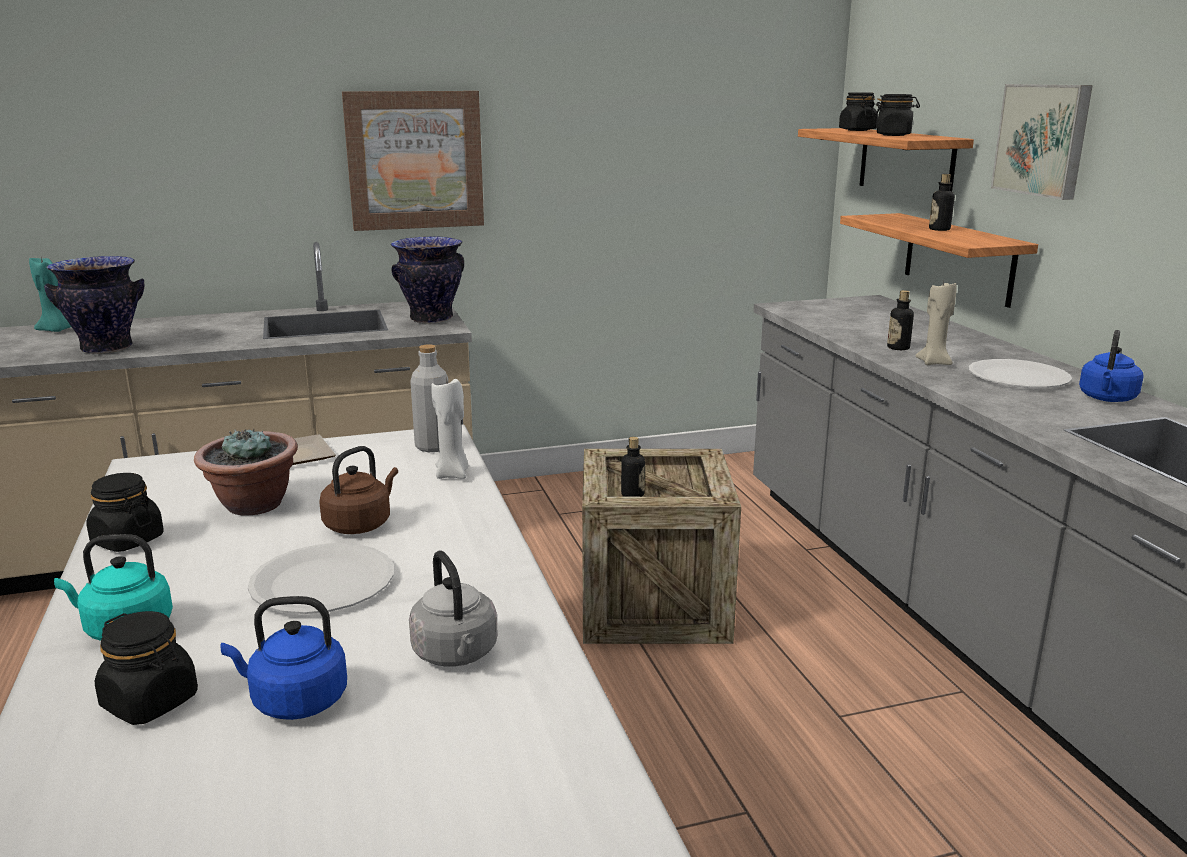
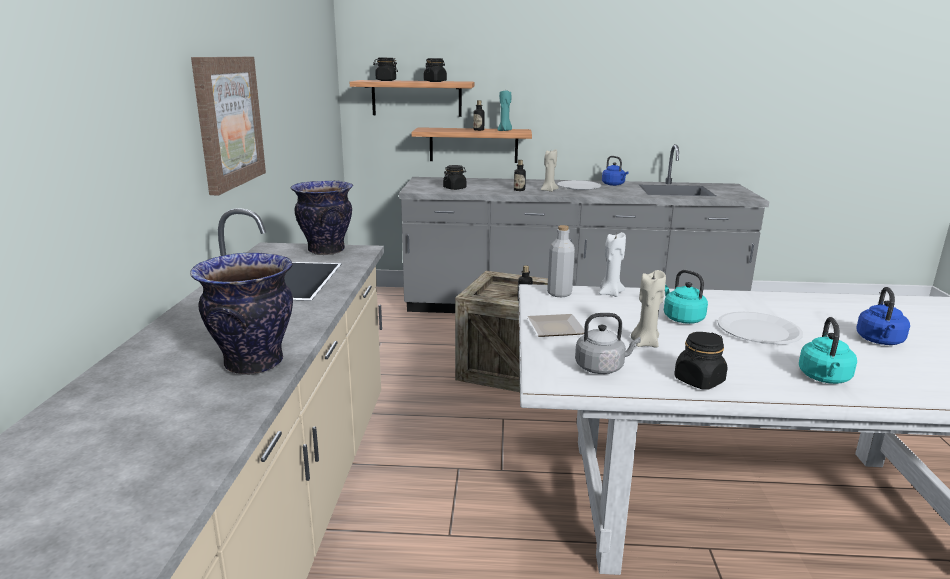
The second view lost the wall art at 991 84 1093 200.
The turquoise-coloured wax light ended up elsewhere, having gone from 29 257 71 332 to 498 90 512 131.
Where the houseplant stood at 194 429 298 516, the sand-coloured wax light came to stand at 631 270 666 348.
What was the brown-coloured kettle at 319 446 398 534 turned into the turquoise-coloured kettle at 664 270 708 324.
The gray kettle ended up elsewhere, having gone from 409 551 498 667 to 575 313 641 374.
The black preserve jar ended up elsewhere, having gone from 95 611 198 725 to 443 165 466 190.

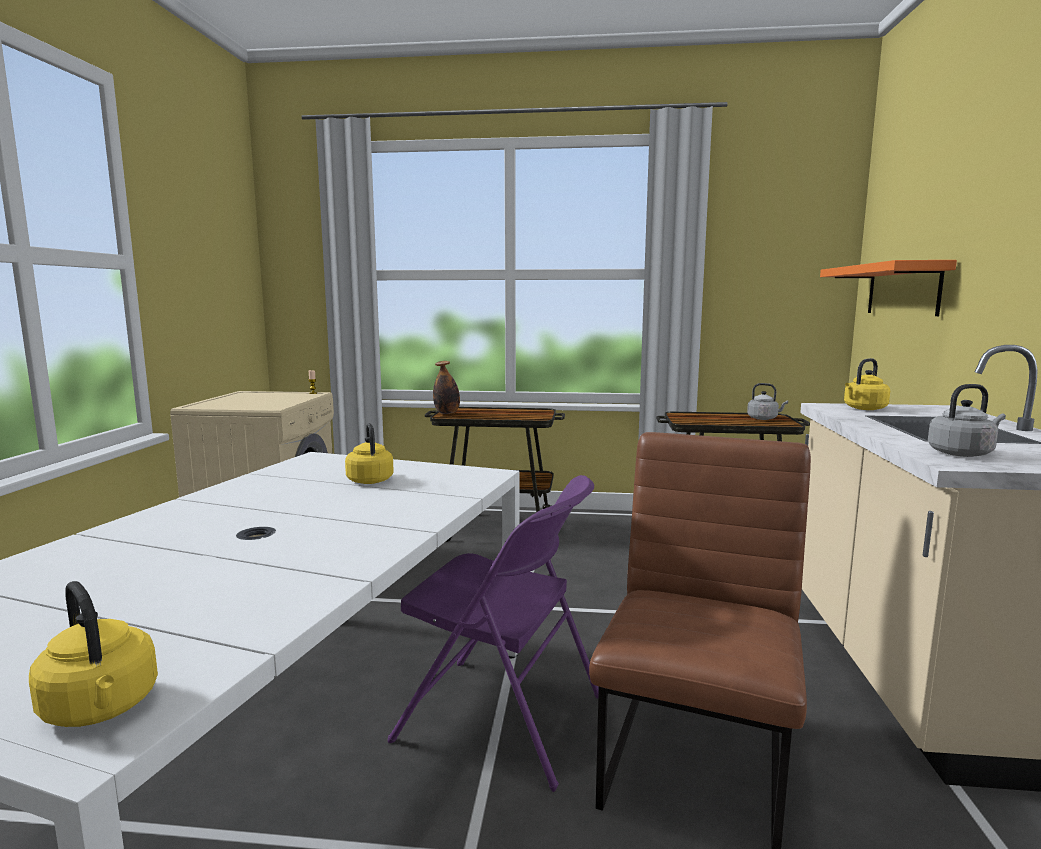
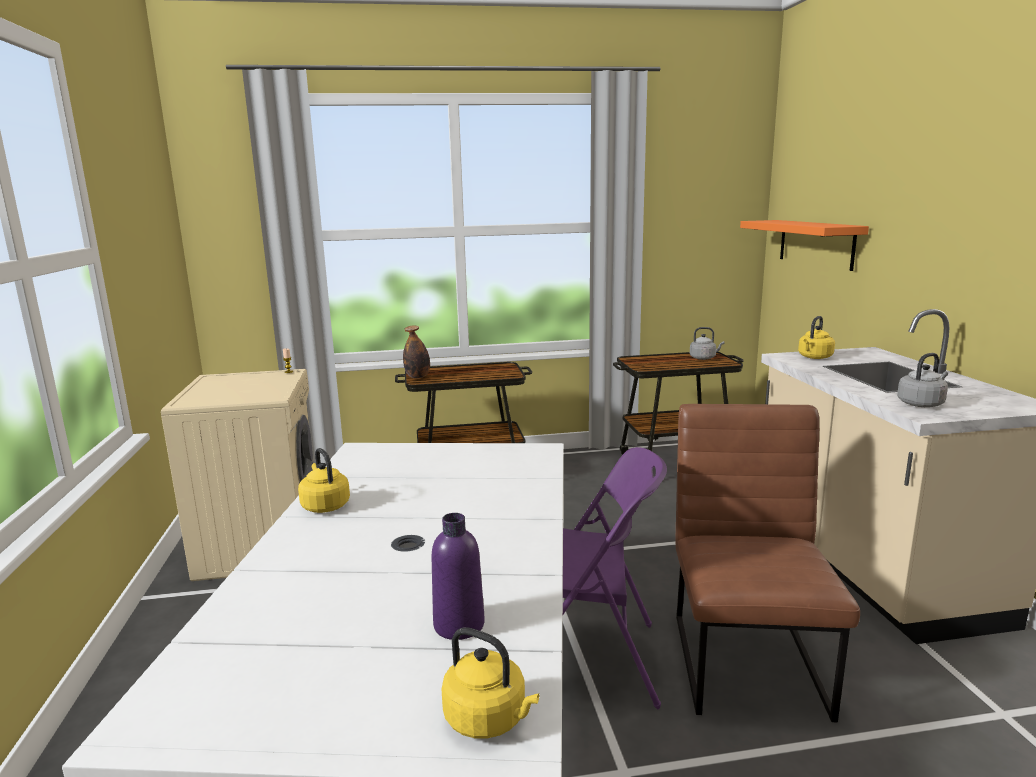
The yellowish kettle ended up elsewhere, having gone from 345 423 394 484 to 298 448 350 513.
The second view gained the purple-coloured beverage bottle at 431 513 485 640.

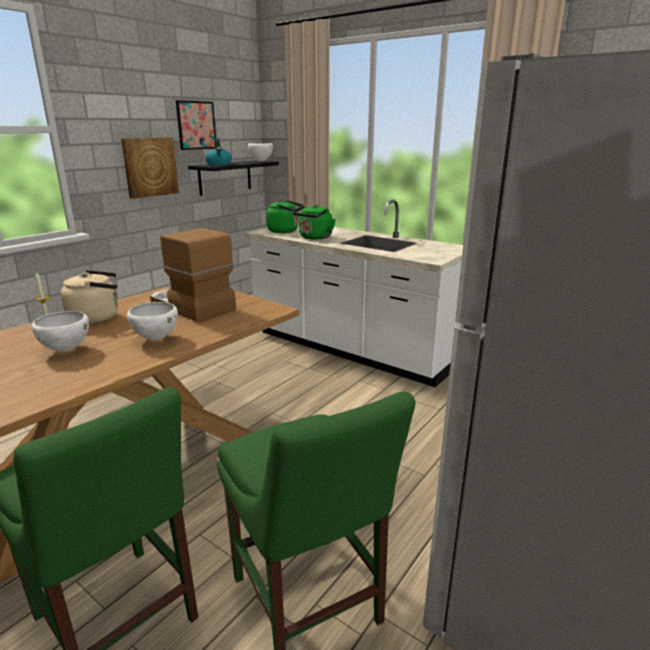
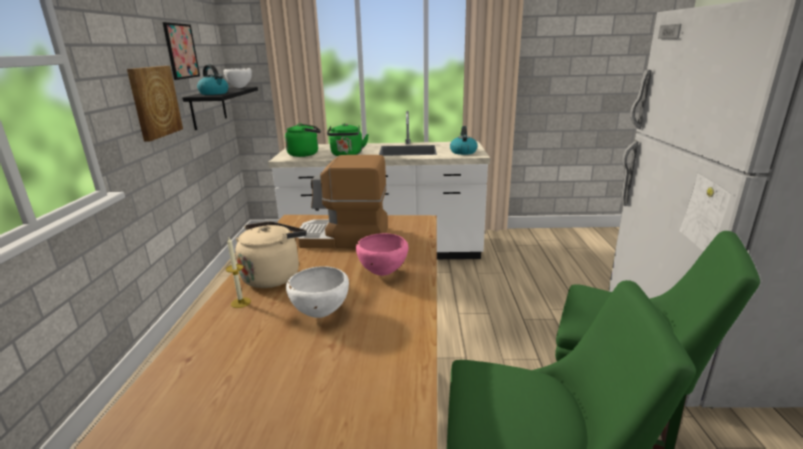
What was the white-coloured bowl at 127 302 178 341 turned into the pink-coloured bowl at 356 233 408 276.
The second view gained the kettle at 450 126 478 155.

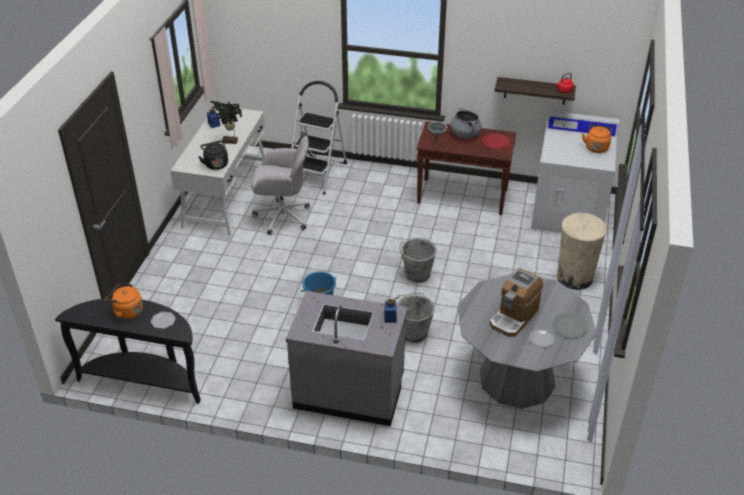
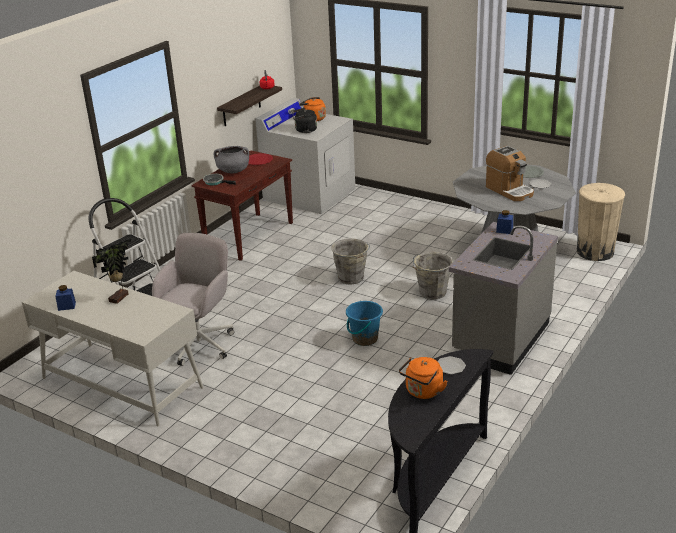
The black kettle ended up elsewhere, having gone from 198 140 228 170 to 292 108 317 133.
The sand-coloured rubbish bin ended up elsewhere, having gone from 557 213 607 290 to 577 183 625 261.

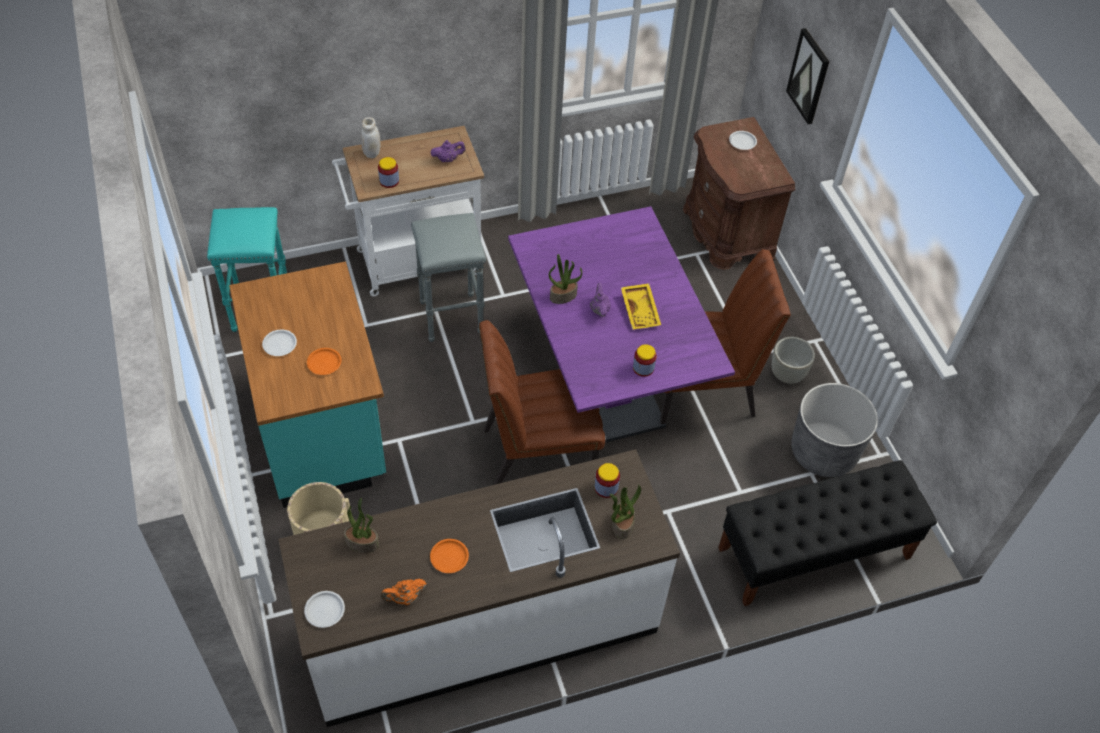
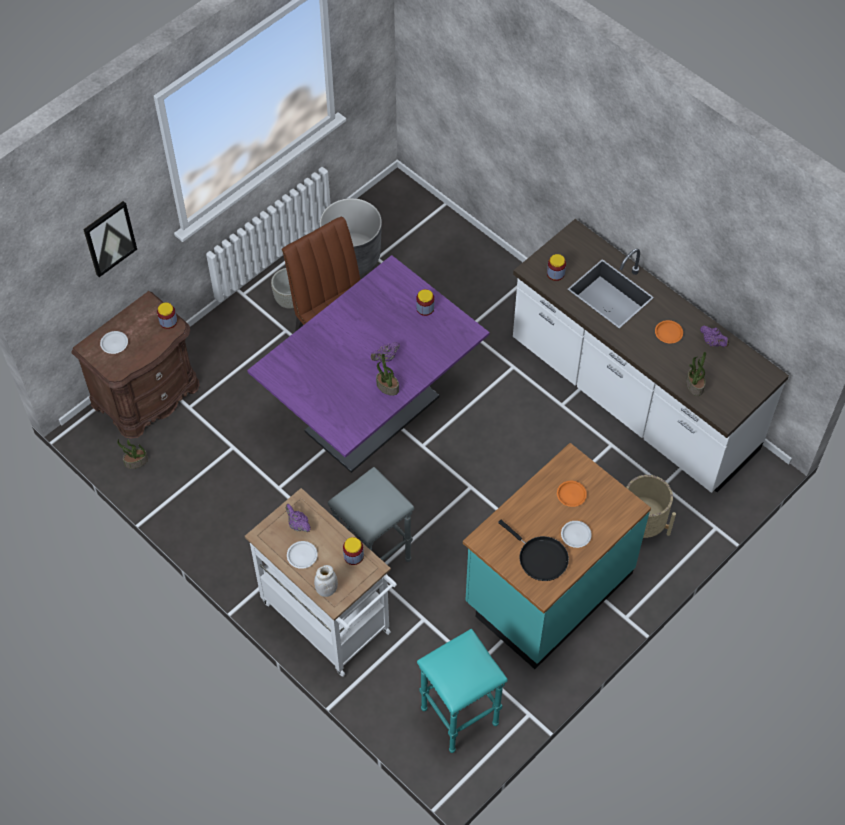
The second view lost the yellowish tray at 621 283 661 330.
The second view lost the brown-coloured plain chair at 479 320 605 485.
The second view lost the black long seat at 718 460 937 606.
The houseplant ended up elsewhere, having gone from 610 485 641 539 to 117 439 148 469.
What was the orange tea pot at 381 579 426 605 turned into the purple-coloured tea pot at 700 325 729 347.
The white-coloured dinner plate ended up elsewhere, having gone from 304 591 345 628 to 287 541 318 569.
The second view gained the preserve jar at 157 302 177 329.
The second view gained the black pan at 498 520 569 581.

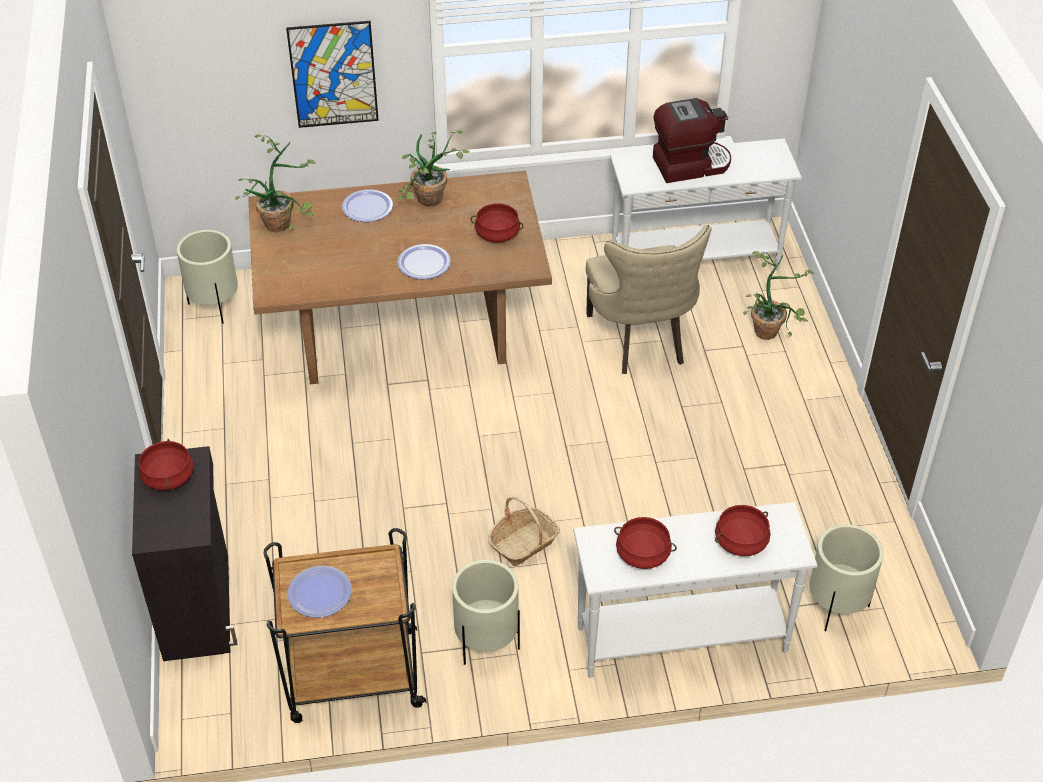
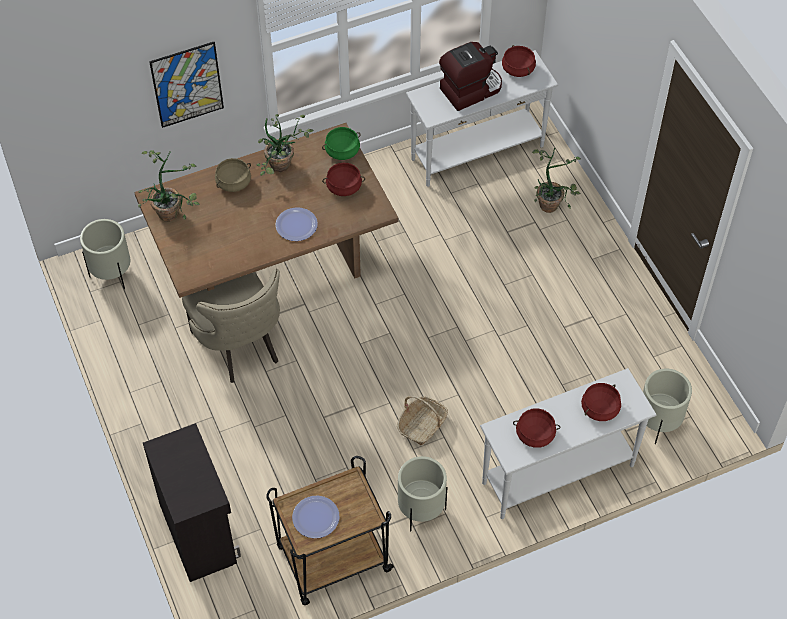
Where the dinner plate stood at 342 189 393 222, the sand-coloured stockpot came to stand at 215 158 251 192.
The sand-coloured plain chair ended up elsewhere, having gone from 586 225 712 374 to 182 269 280 383.
The red stockpot ended up elsewhere, having gone from 139 439 194 491 to 502 45 536 77.
The second view gained the green-coloured stockpot at 322 127 361 160.

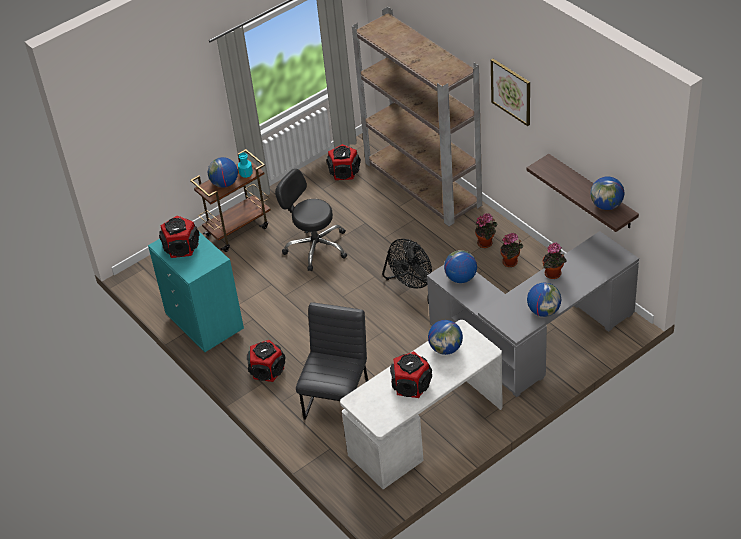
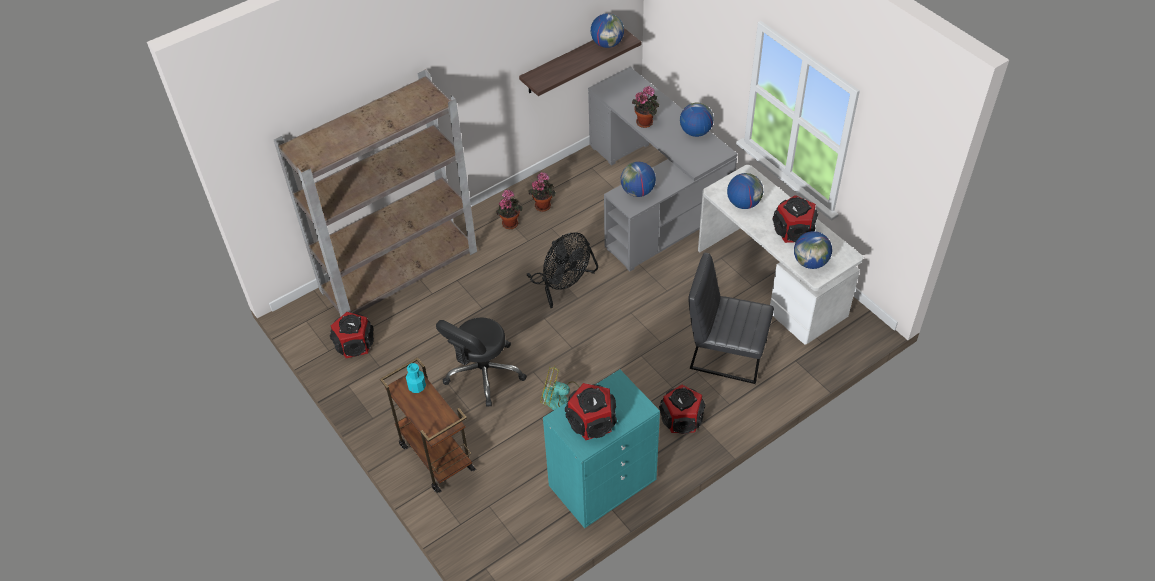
The second view lost the wall art at 491 59 530 126.
The desk globe ended up elsewhere, having gone from 208 157 238 188 to 794 231 832 269.
The second view gained the cooling fan at 540 367 579 410.

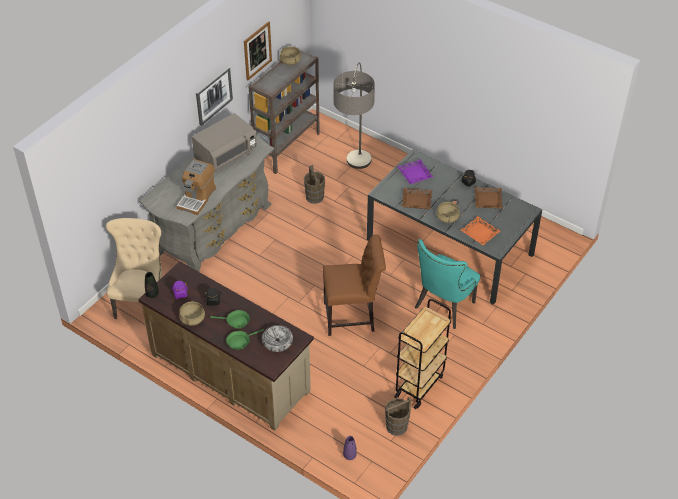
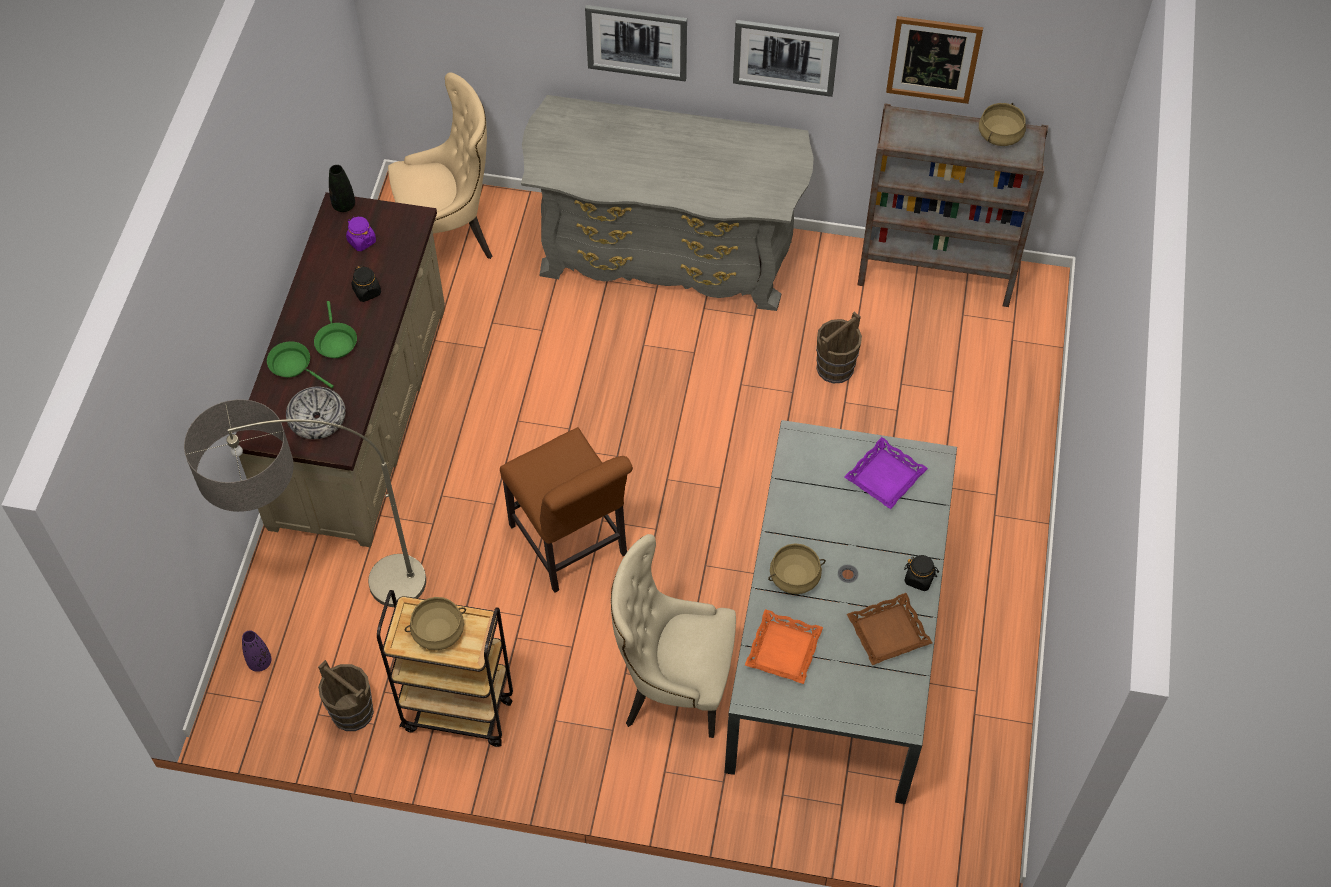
The standard lamp ended up elsewhere, having gone from 333 62 375 169 to 184 399 426 607.
The second view lost the gray microwave at 192 113 257 171.
The second view lost the coffee brewer at 177 159 216 215.
The second view lost the brown-coloured tray at 402 188 432 209.
What was the turquoise-coloured plain chair at 415 239 480 329 turned into the sand-coloured plain chair at 611 534 736 738.
The sand-coloured stockpot ended up elsewhere, having gone from 179 300 205 326 to 405 597 466 650.
The second view gained the wall art at 585 5 687 82.

